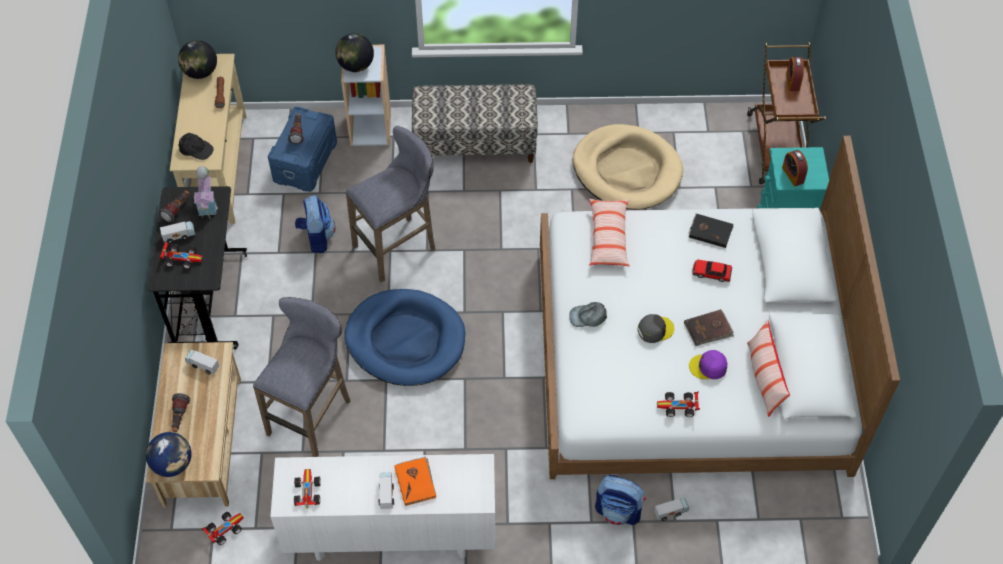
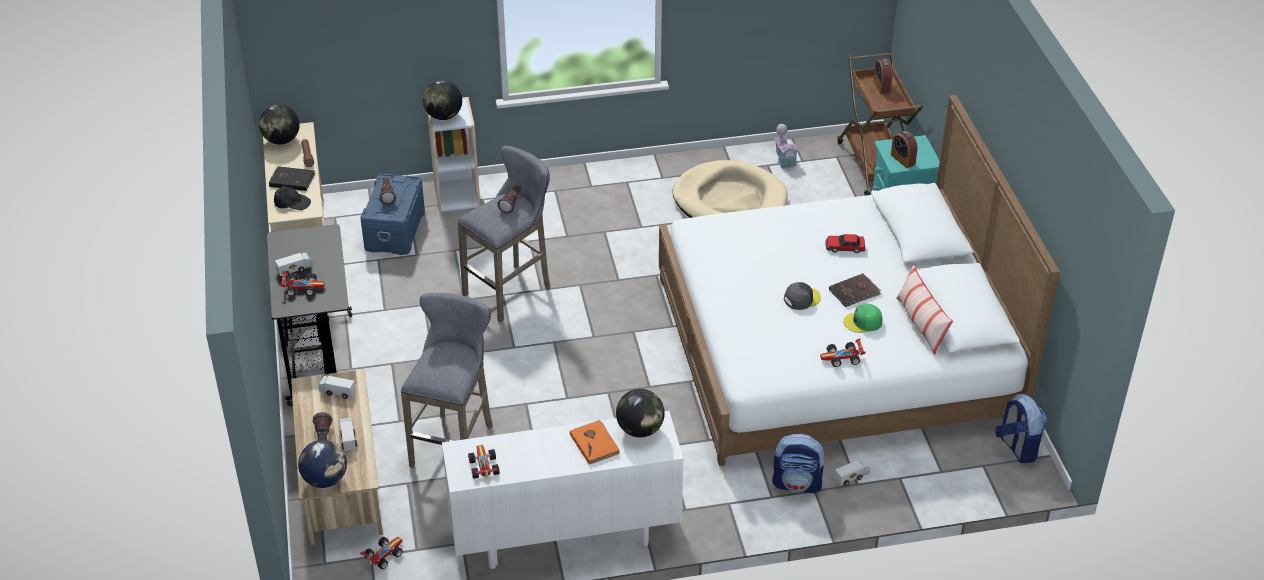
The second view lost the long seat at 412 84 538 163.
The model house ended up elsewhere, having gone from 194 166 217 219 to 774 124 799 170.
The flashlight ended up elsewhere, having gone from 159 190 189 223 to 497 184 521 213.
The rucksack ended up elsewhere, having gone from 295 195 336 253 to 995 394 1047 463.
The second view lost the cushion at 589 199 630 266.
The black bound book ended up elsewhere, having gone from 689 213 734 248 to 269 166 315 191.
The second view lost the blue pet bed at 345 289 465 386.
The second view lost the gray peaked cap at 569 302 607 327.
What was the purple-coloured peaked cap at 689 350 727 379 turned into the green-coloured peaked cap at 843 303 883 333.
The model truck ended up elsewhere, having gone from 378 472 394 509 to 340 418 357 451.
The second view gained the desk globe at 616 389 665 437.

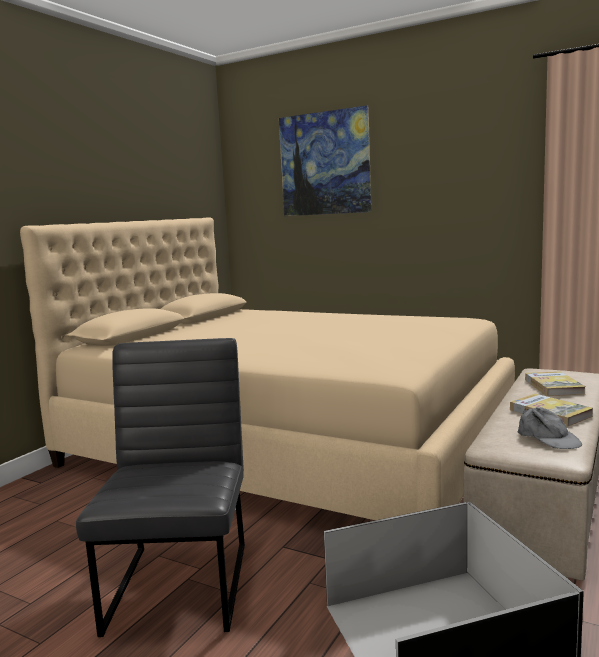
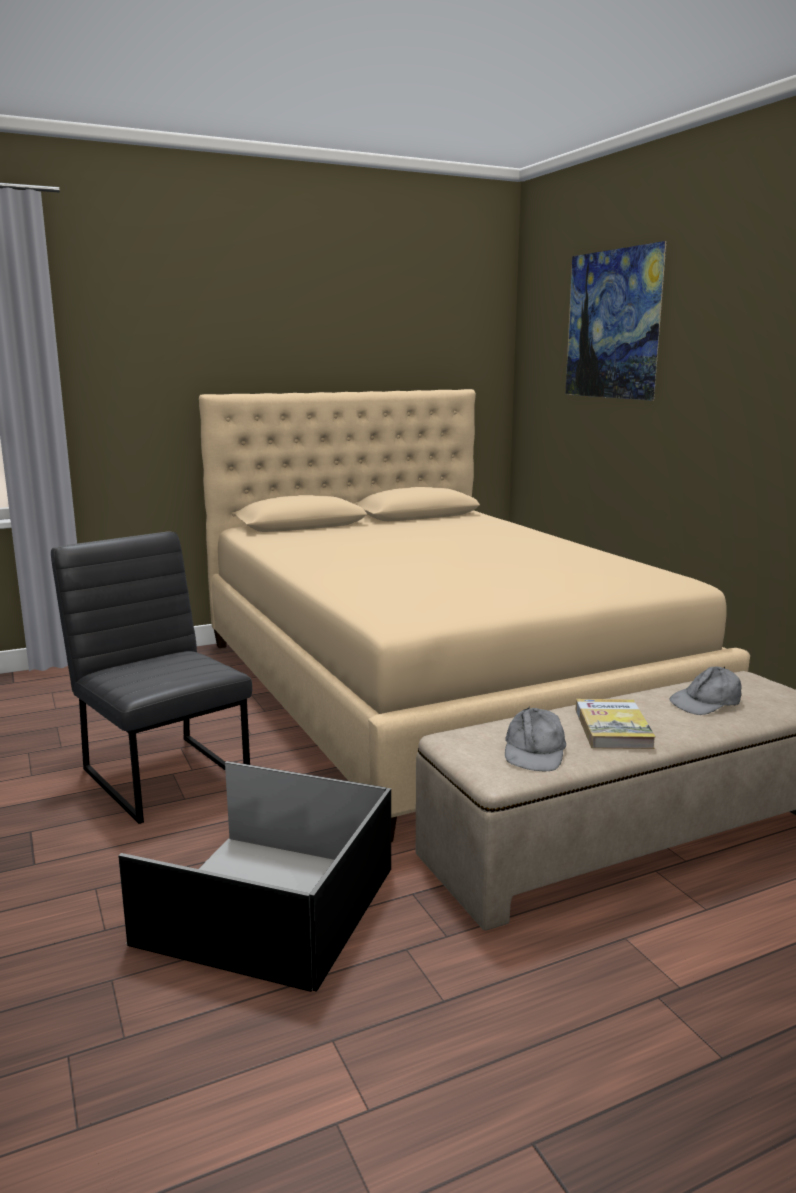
The gray plain chair at 76 338 245 637 ended up facing another way, 75 degrees counterclockwise from before.
Where the bound book stood at 525 371 586 396, the gray peaked cap came to stand at 669 667 741 715.

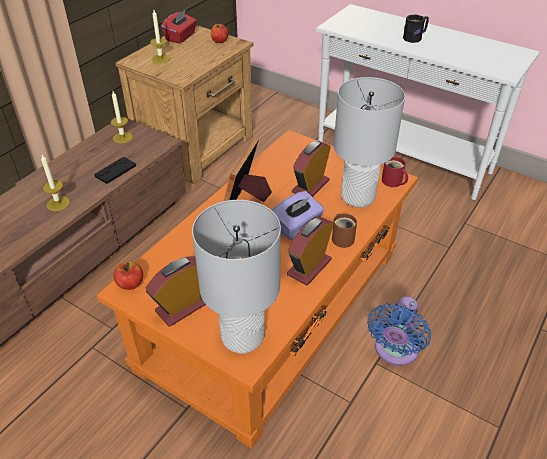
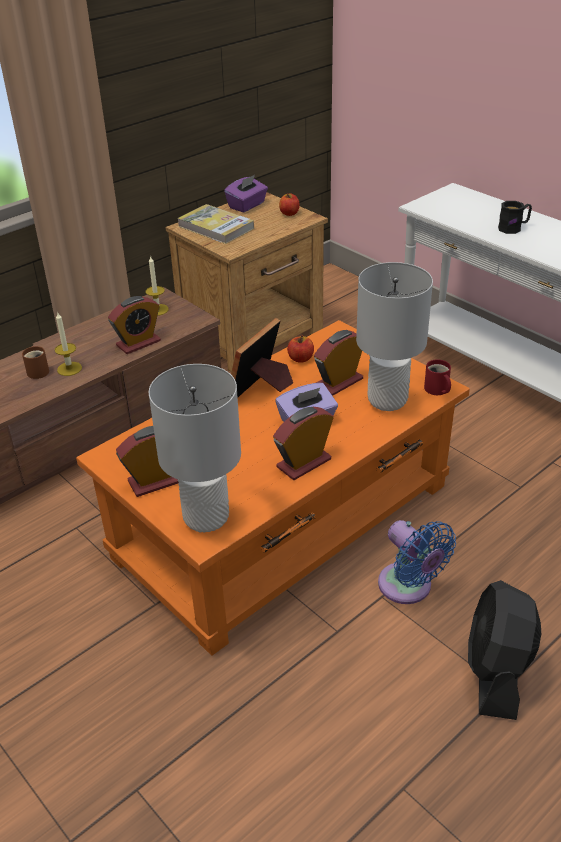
What was the red tissue holder at 161 9 197 44 turned into the purple-coloured tissue holder at 224 175 268 213.
Where the wax light stood at 150 10 170 64, the bound book came to stand at 177 204 254 244.
Where the black gamepad stood at 95 157 136 184, the table clock came to stand at 108 296 161 354.
The brown-coloured coffee mug ended up elsewhere, having gone from 332 213 357 248 to 22 346 49 379.
The apple fruit ended up elsewhere, having gone from 114 261 143 290 to 287 336 314 363.
The blue cooling fan at 367 296 431 366 ended up facing another way, 75 degrees counterclockwise from before.
The second view gained the black cooling fan at 468 580 541 720.

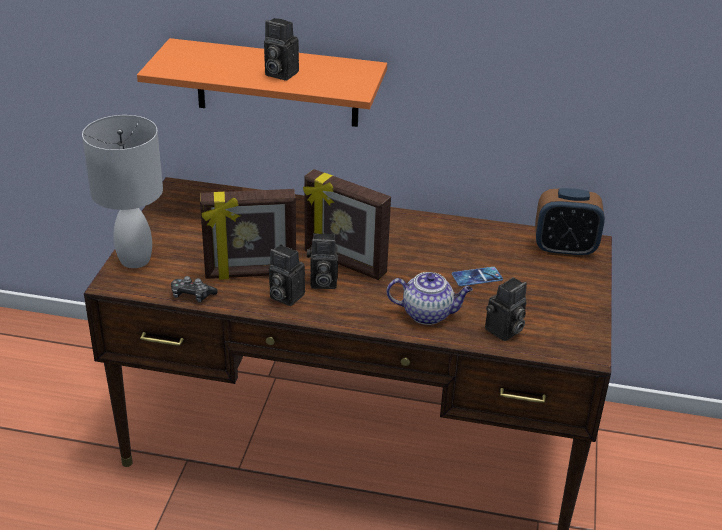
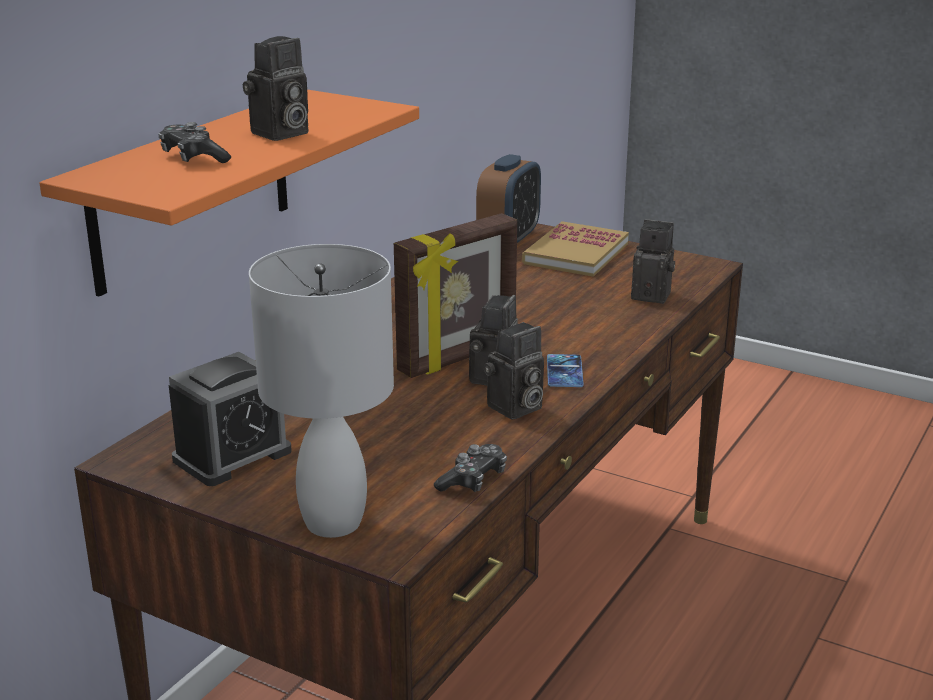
The second view lost the standing frame at 200 189 296 280.
The handset ended up elsewhere, having gone from 452 267 503 286 to 547 354 584 387.
The second view lost the tea pot at 387 272 473 325.
The still camera at 485 277 527 341 ended up facing another way, 45 degrees counterclockwise from before.
The second view gained the gamepad at 158 122 231 163.
The second view gained the bound book at 522 221 629 277.
The second view gained the table clock at 169 352 292 486.

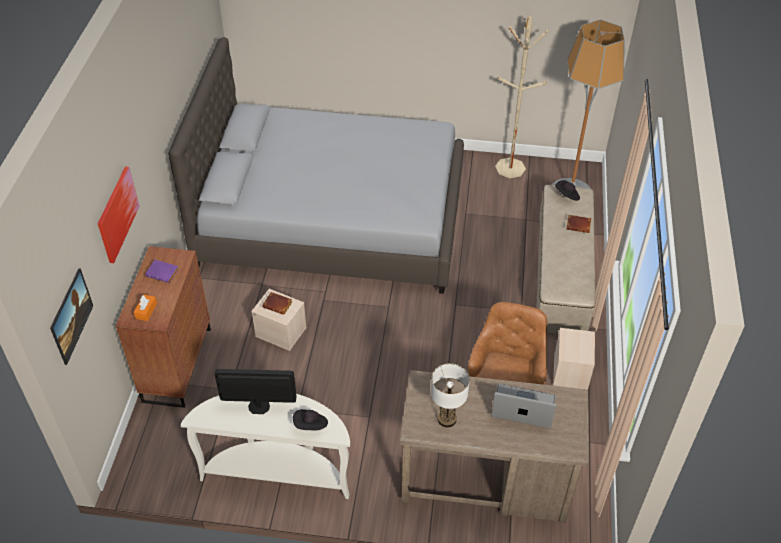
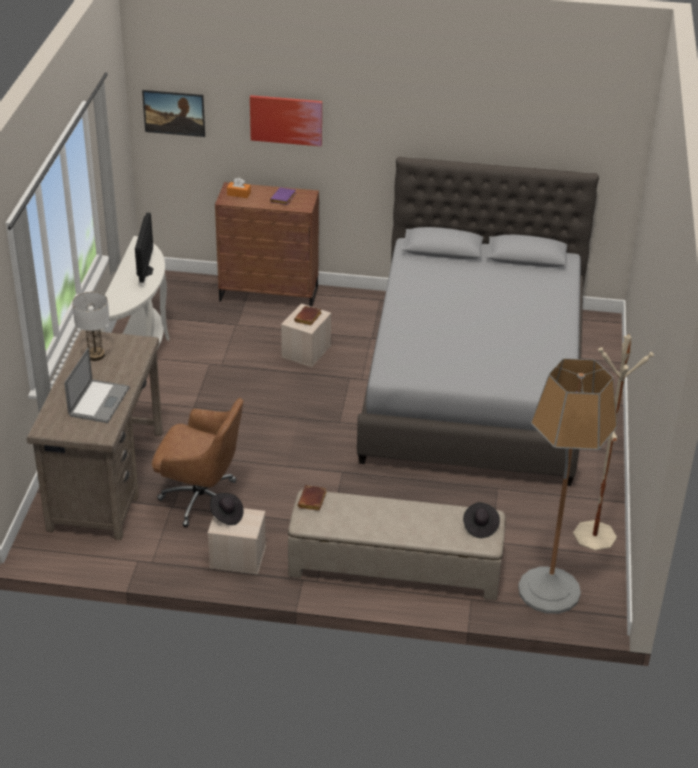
The brown-coloured bound book ended up elsewhere, having gone from 566 215 591 233 to 297 485 327 511.
The black wearable hat ended up elsewhere, having gone from 293 409 328 430 to 210 493 244 525.

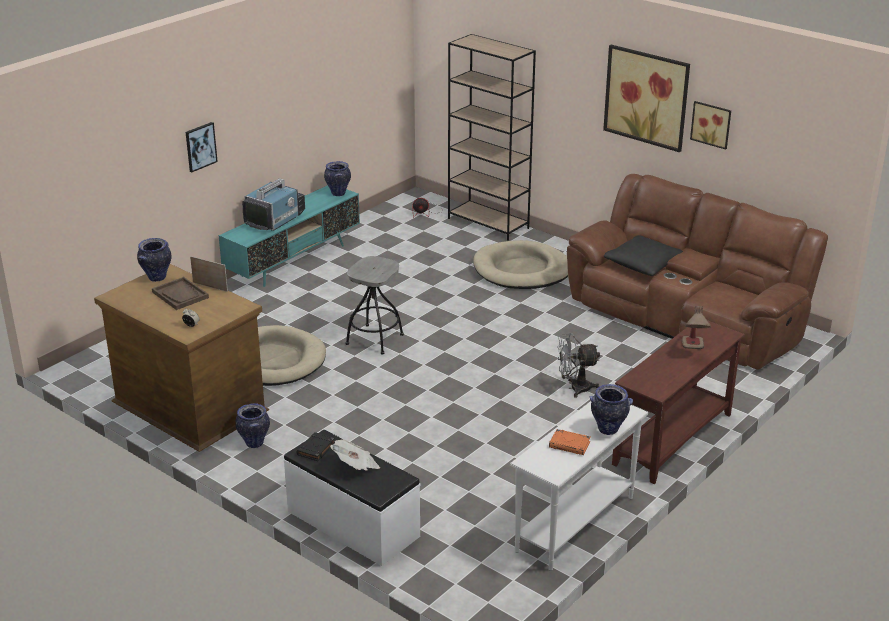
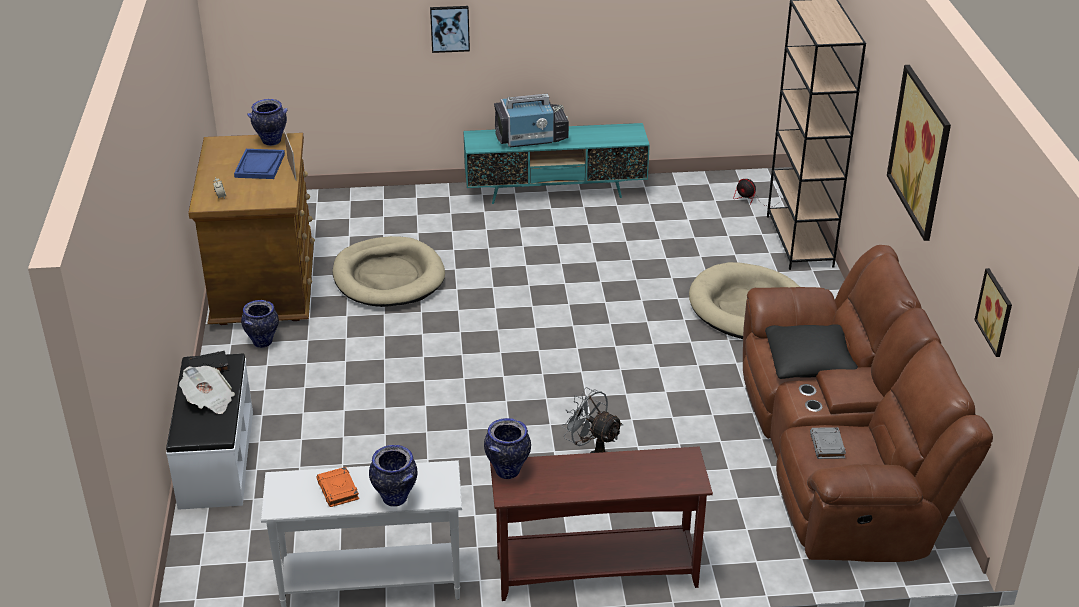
The wall art ended up elsewhere, having gone from 690 101 731 150 to 974 268 1012 357.
The decorative vase ended up elsewhere, having gone from 324 161 351 196 to 484 418 531 479.
The second view lost the gray stool seat at 346 256 404 355.
What was the brown-coloured tray at 152 277 209 310 turned into the blue tray at 234 149 285 179.
The second view lost the table lamp at 682 306 711 349.
The second view gained the gray bound book at 810 427 846 459.

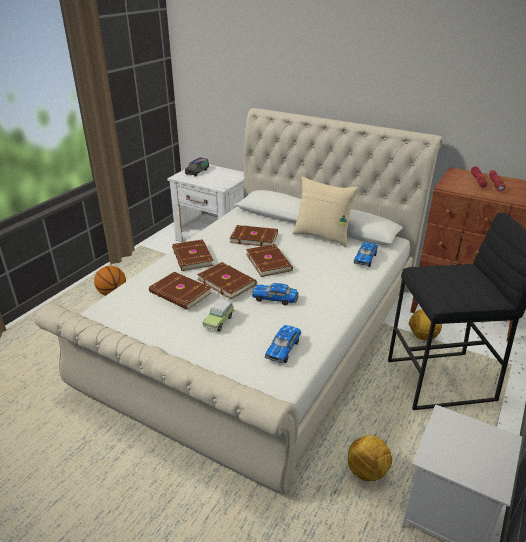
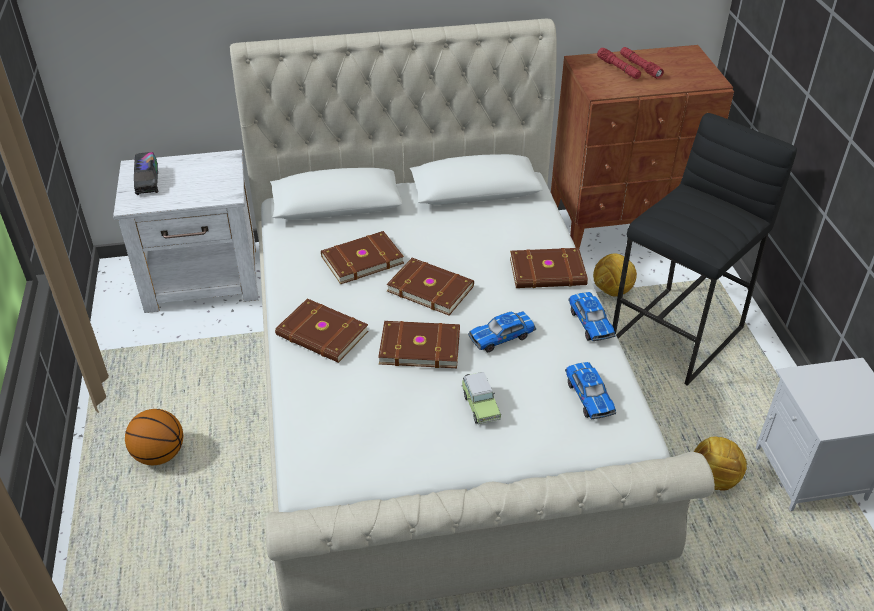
The second view lost the sand-coloured cushion at 292 176 358 247.
The model car ended up elsewhere, having gone from 354 242 378 267 to 568 292 616 341.
The brown-coloured bound book ended up elsewhere, having gone from 149 272 211 310 to 510 248 588 288.

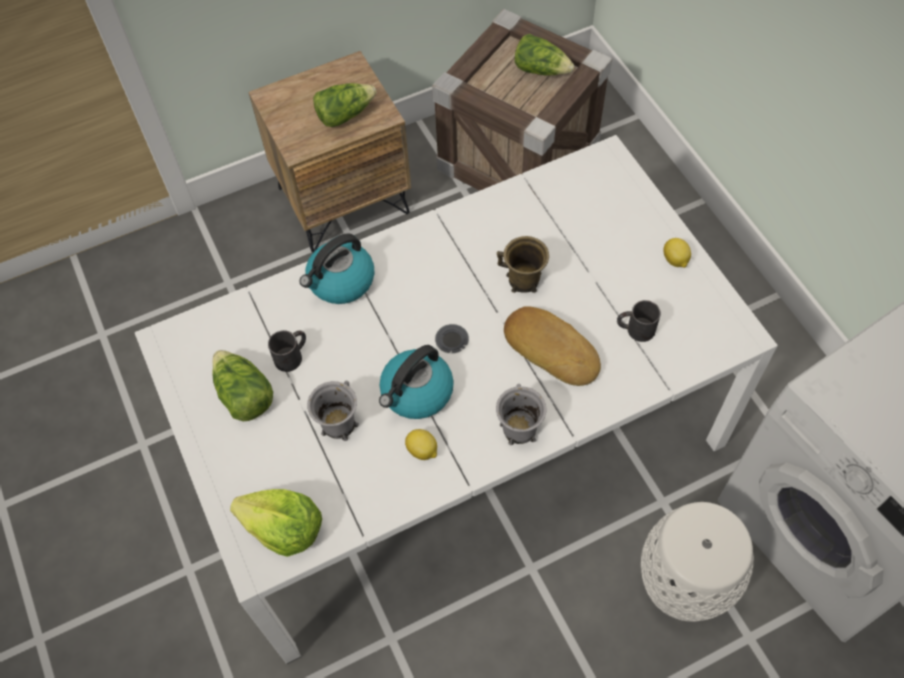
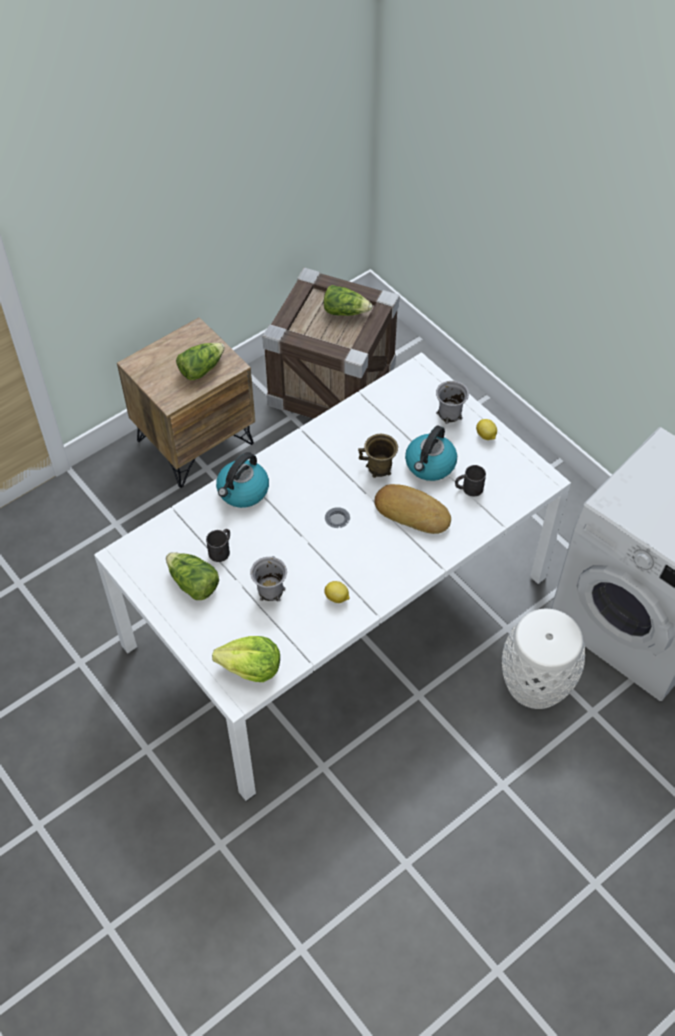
The kettle ended up elsewhere, having gone from 379 345 454 419 to 405 425 457 481.
The gray coffee mug ended up elsewhere, having gone from 496 384 546 445 to 436 381 469 424.

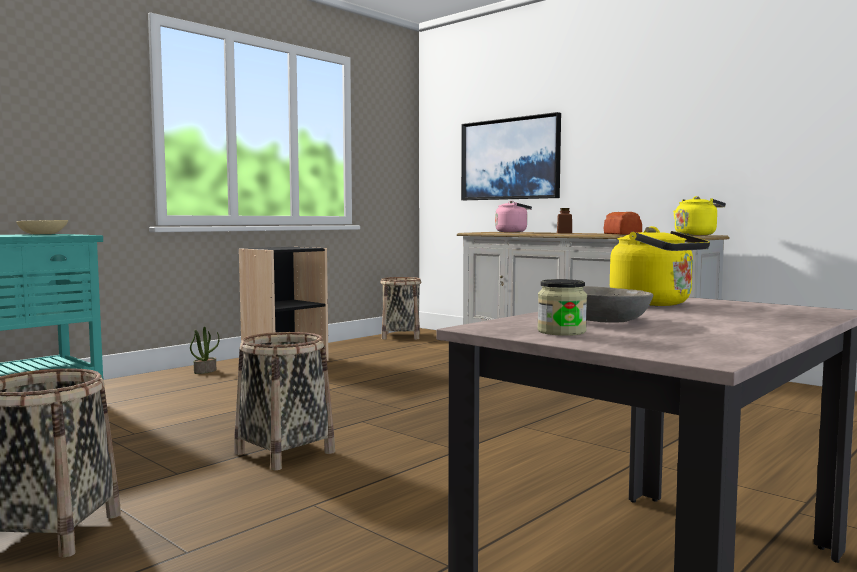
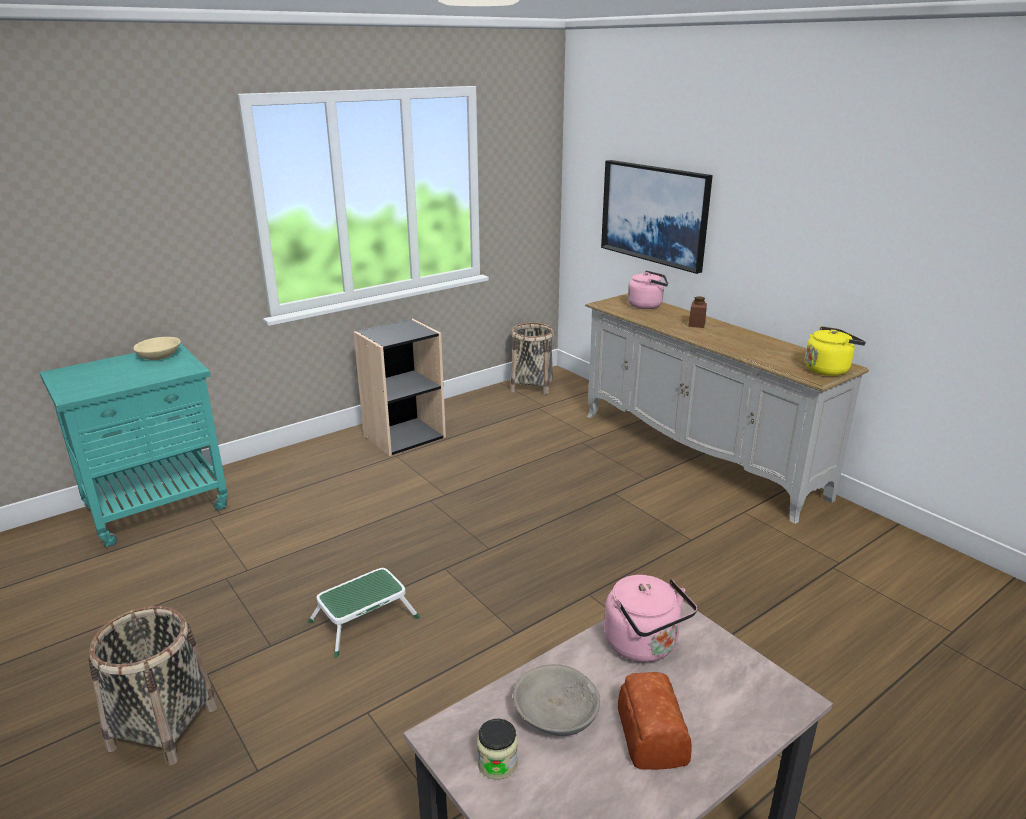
The bread ended up elsewhere, having gone from 604 212 642 234 to 618 672 692 770.
What was the yellowish kettle at 610 226 710 306 turned into the pink-coloured kettle at 604 575 697 662.
The second view lost the houseplant at 190 326 220 374.
Where the basket stood at 234 332 335 470, the green-coloured step ladder came to stand at 308 568 420 658.

